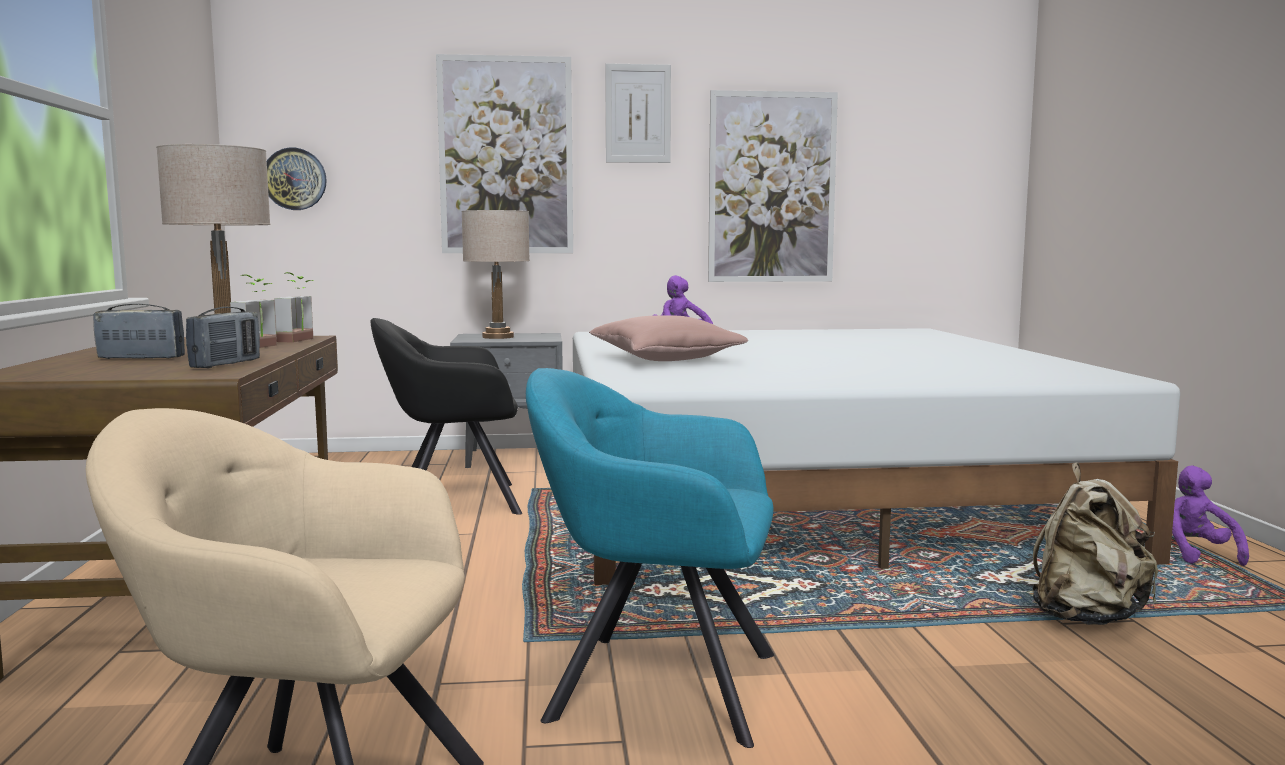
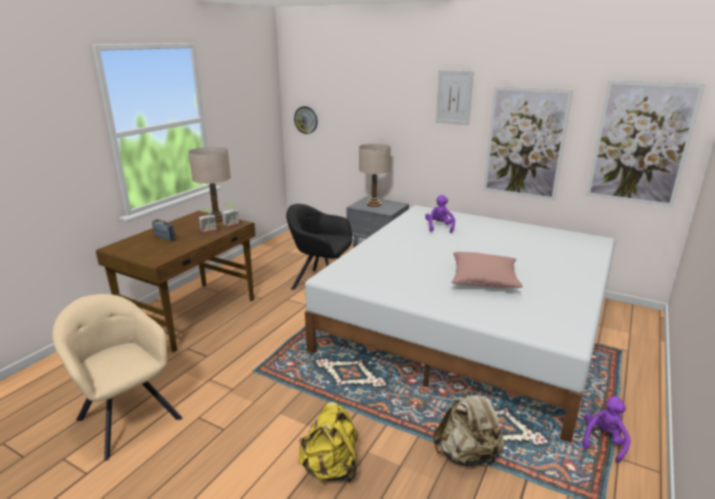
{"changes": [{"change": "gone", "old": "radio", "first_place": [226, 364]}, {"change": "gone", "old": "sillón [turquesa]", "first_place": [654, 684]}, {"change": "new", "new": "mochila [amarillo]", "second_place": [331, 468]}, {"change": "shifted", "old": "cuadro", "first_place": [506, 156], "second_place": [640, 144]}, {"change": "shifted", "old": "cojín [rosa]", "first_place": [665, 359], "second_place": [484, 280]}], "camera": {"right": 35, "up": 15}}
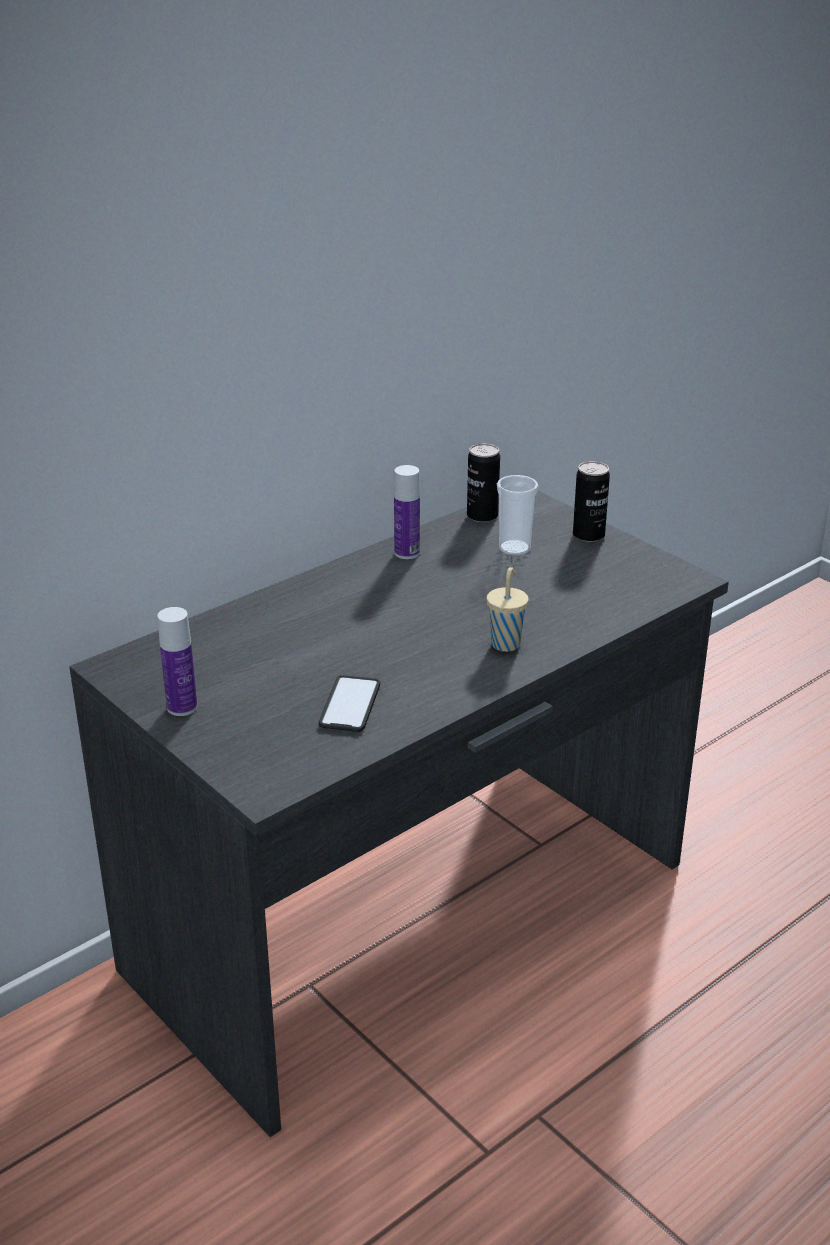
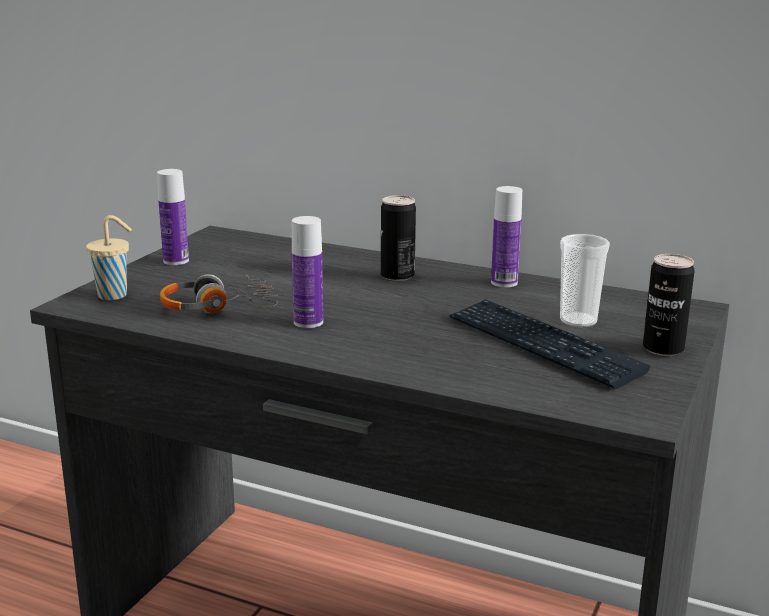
{"changes": [{"change": "new", "new": "botella", "second_place": [308, 322]}, {"change": "new", "new": "teclado", "second_place": [543, 345]}, {"change": "shifted", "old": "lata", "first_place": [482, 516], "second_place": [397, 276]}, {"change": "shifted", "old": "taza [beis]", "first_place": [506, 643], "second_place": [114, 295]}, {"change": "swapped", "old": "móvil", "new": "auriculares", "first_place": [350, 705], "second_place": [219, 308]}], "camera": {"right": 65, "up": -10}}
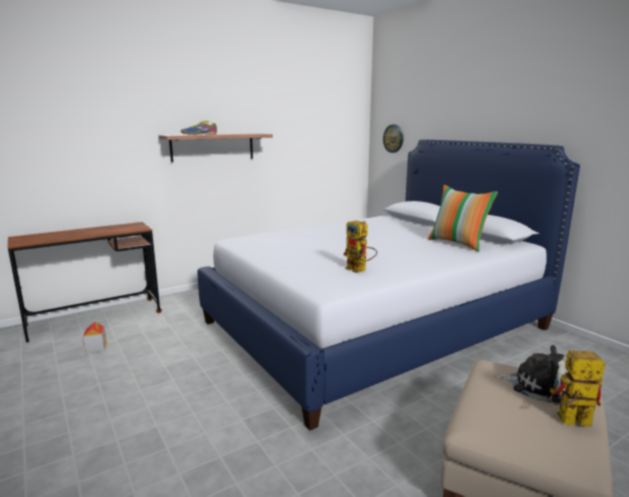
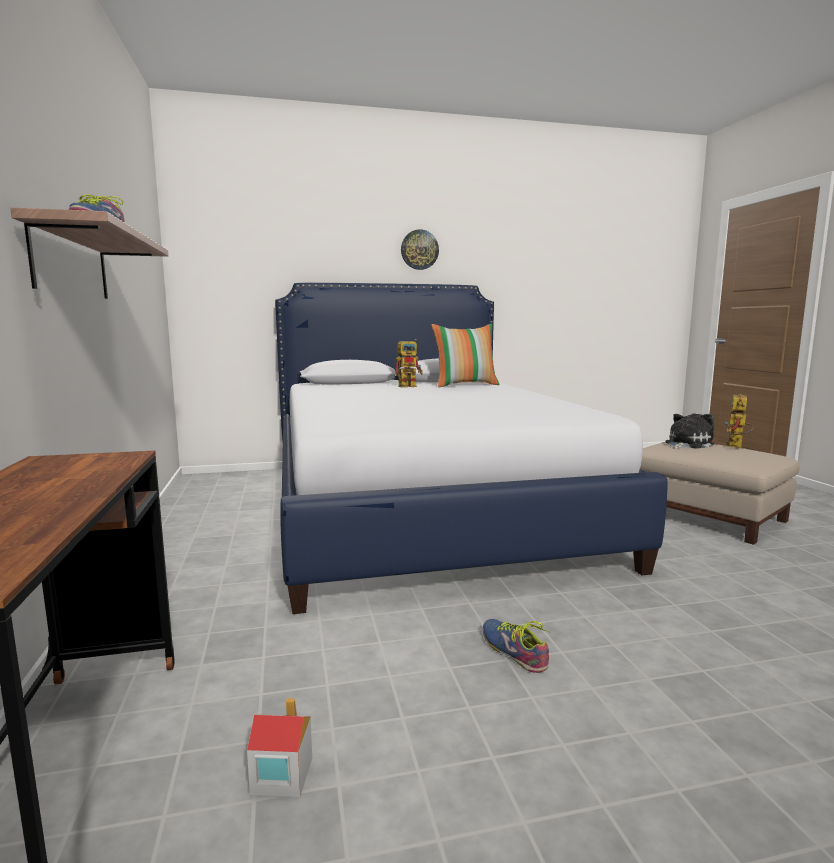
{"changes": [{"change": "new", "new": "zapato", "second_place": [513, 651]}, {"change": "shifted", "old": "robot de juguete", "first_place": [360, 270], "second_place": [410, 386]}, {"change": "shifted", "old": "reloj de pared", "first_place": [393, 138], "second_place": [419, 250]}], "camera": {"right": -70, "up": -5}}
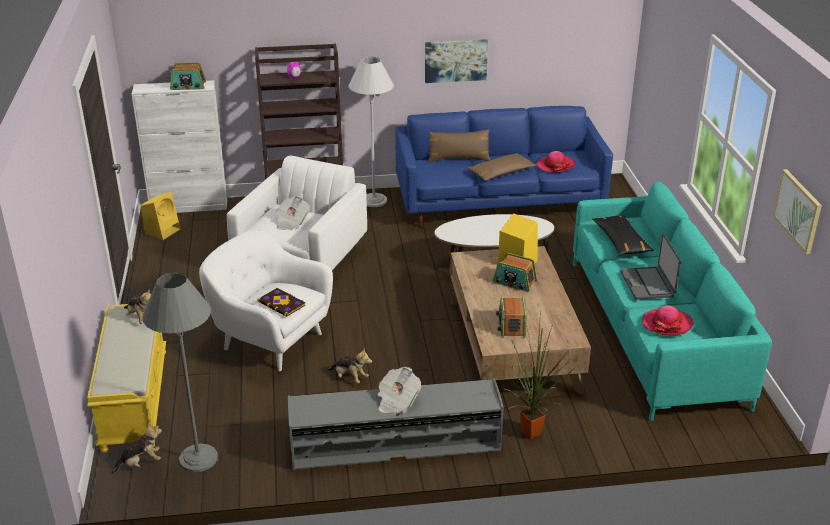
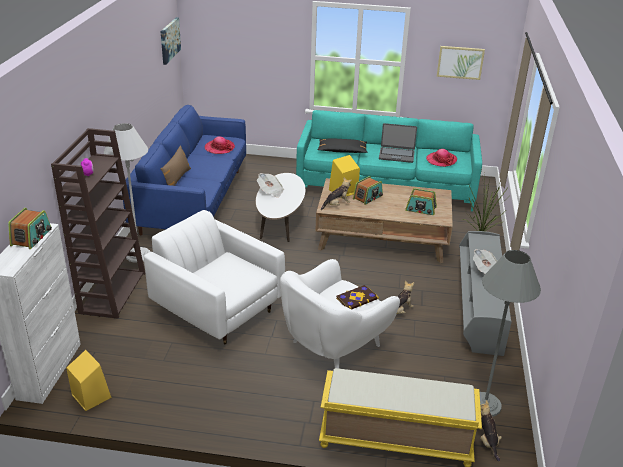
{"changes": [{"change": "gone", "old": "cojín [marrón]", "first_place": [501, 173]}, {"change": "shifted", "old": "peluche", "first_place": [141, 318], "second_place": [336, 205]}, {"change": "shifted", "old": "periódico", "first_place": [291, 222], "second_place": [270, 191]}, {"change": "shifted", "old": "cuadro", "first_place": [455, 60], "second_place": [169, 40]}], "camera": {"right": -75, "up": 0}}
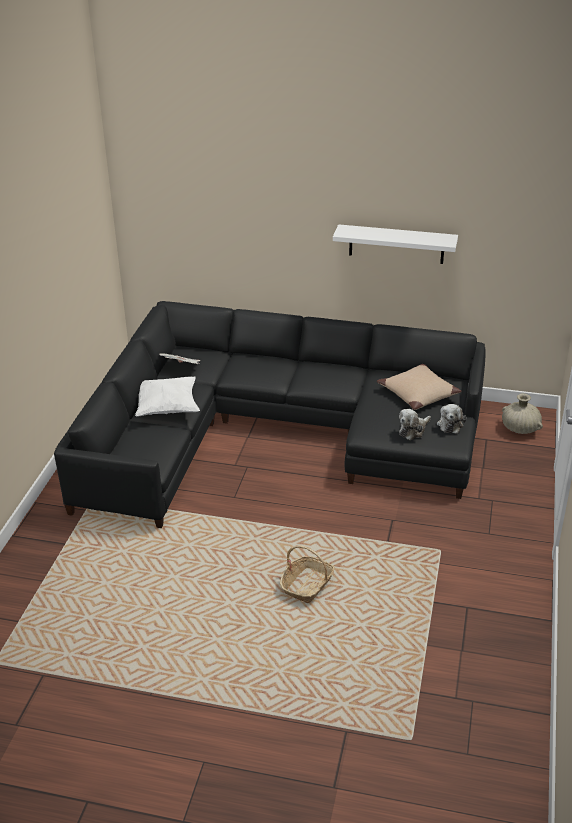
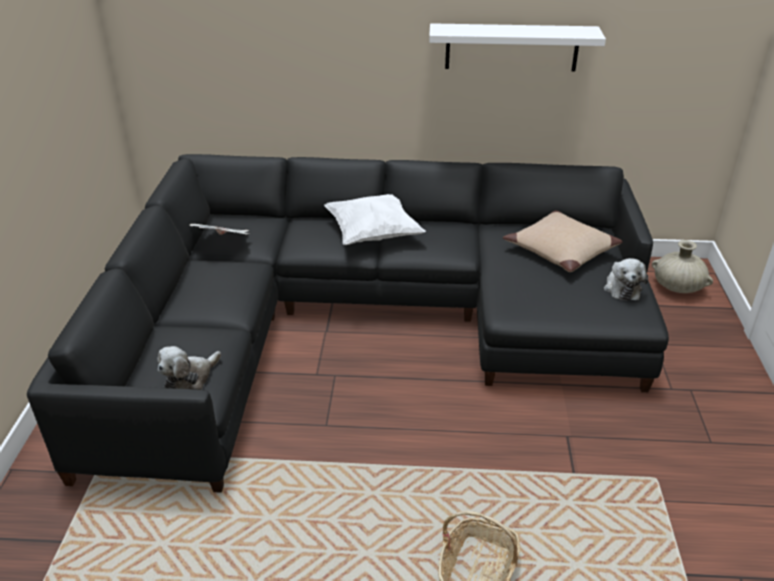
{"changes": [{"change": "shifted", "old": "cojín [blanco]", "first_place": [167, 408], "second_place": [373, 234]}, {"change": "shifted", "old": "peluche", "first_place": [413, 430], "second_place": [190, 379]}], "camera": {"right": -10, "up": 0}}
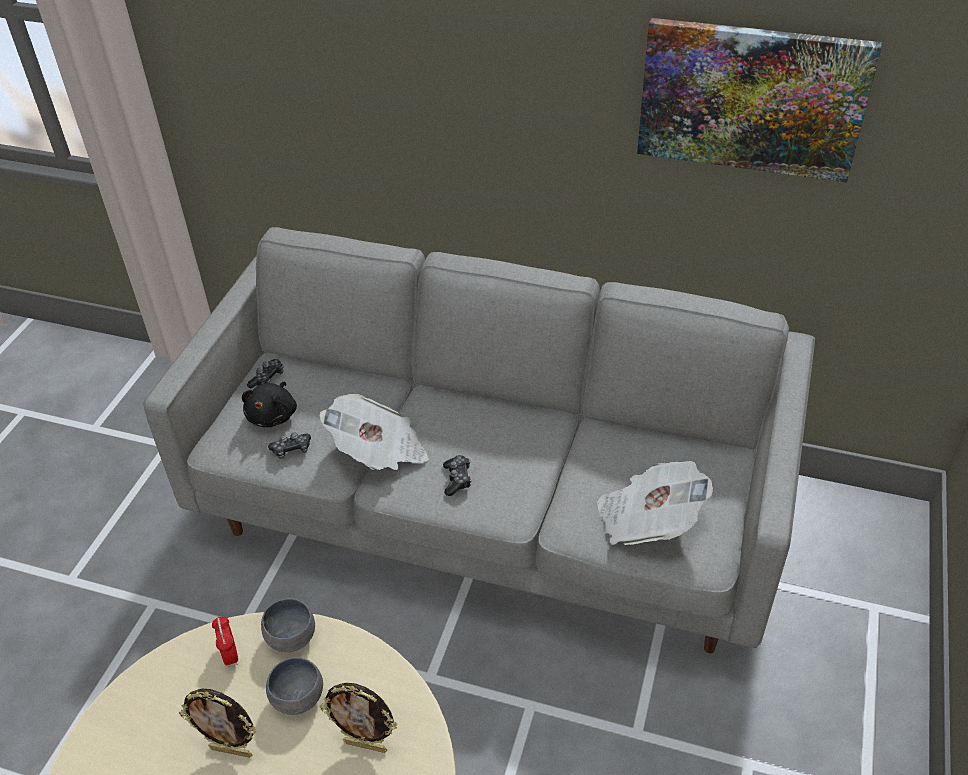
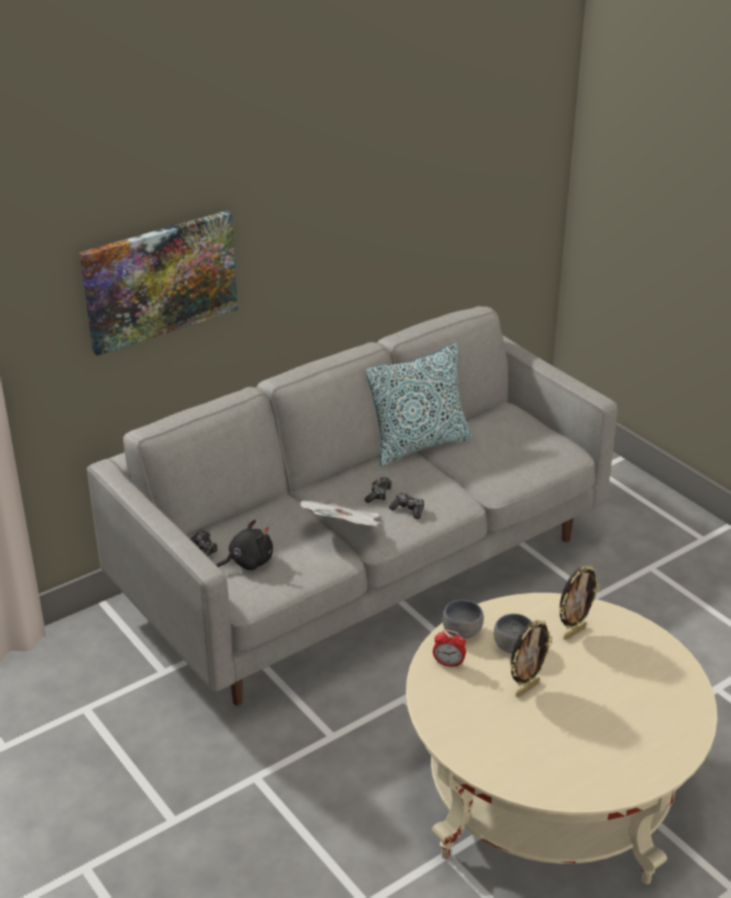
{"changes": [{"change": "gone", "old": "periódico", "first_place": [648, 520]}, {"change": "new", "new": "cojín", "second_place": [419, 445]}, {"change": "shifted", "old": "mando de consola", "first_place": [291, 449], "second_place": [379, 494]}, {"change": "shifted", "old": "cuadro", "first_place": [751, 98], "second_place": [160, 280]}, {"change": "rotated", "old": "peluche [negro]", "first_place": [273, 415], "second_place": [247, 562], "degrees": -75}], "camera": {"right": -55, "up": -10}}
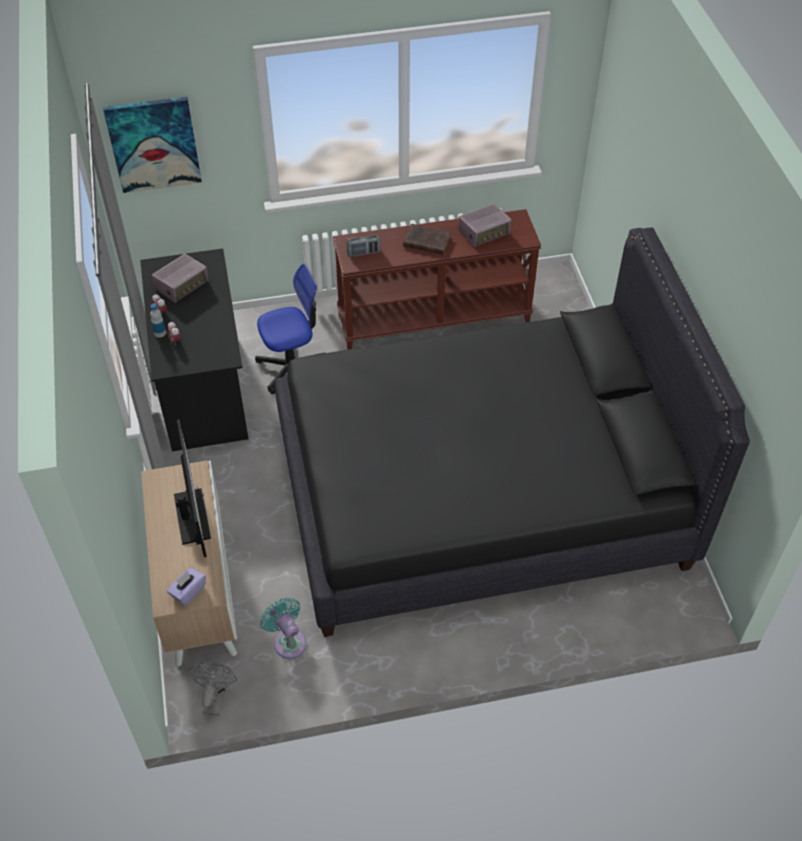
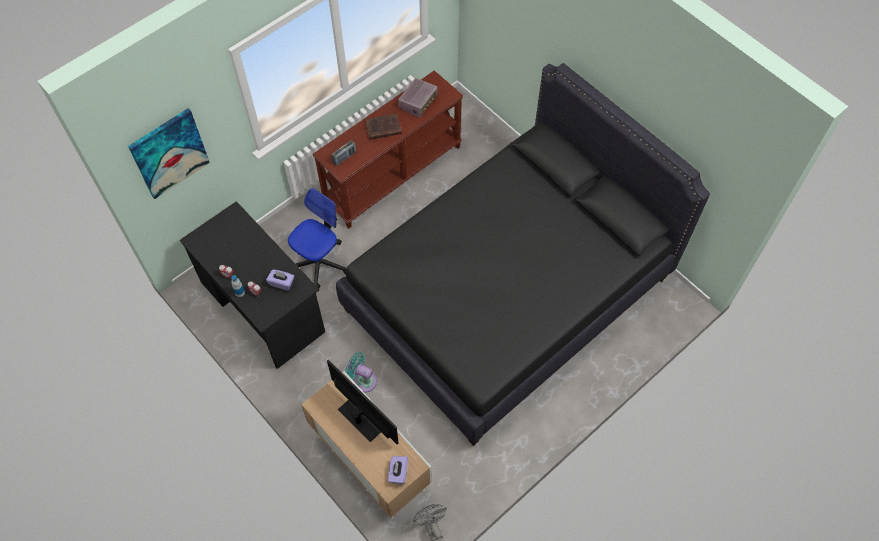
{"changes": [{"change": "gone", "old": "radio", "first_place": [182, 285]}, {"change": "new", "new": "caja de pañuelos [morado]", "second_place": [281, 283]}, {"change": "shifted", "old": "ventilador [turquesa]", "first_place": [288, 641], "second_place": [362, 380]}], "camera": {"right": -30, "up": 10}}
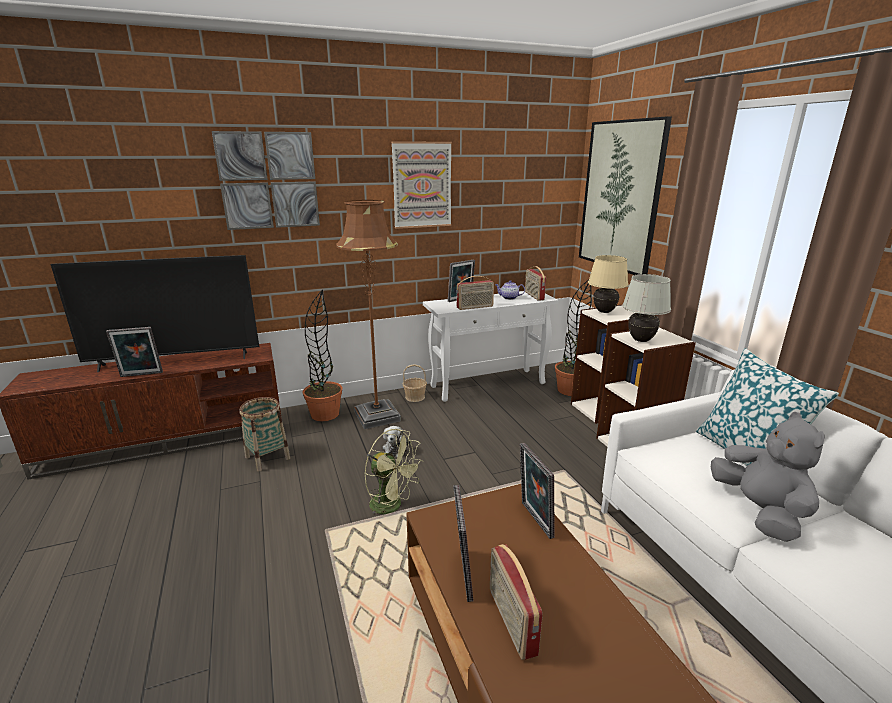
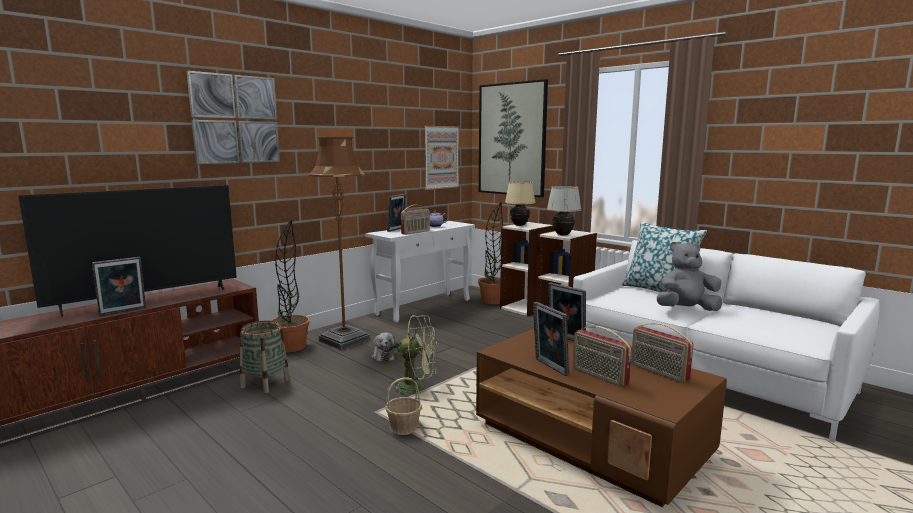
{"changes": [{"change": "shifted", "old": "cuadro", "first_place": [422, 185], "second_place": [441, 157]}, {"change": "shifted", "old": "cesta", "first_place": [415, 397], "second_place": [404, 427]}, {"change": "shifted", "old": "radio", "first_place": [533, 296], "second_place": [658, 372]}, {"change": "rotated", "old": "peluche [gris]", "first_place": [759, 511], "second_place": [686, 310], "degrees": -60}], "camera": {"right": -25, "up": -10}}
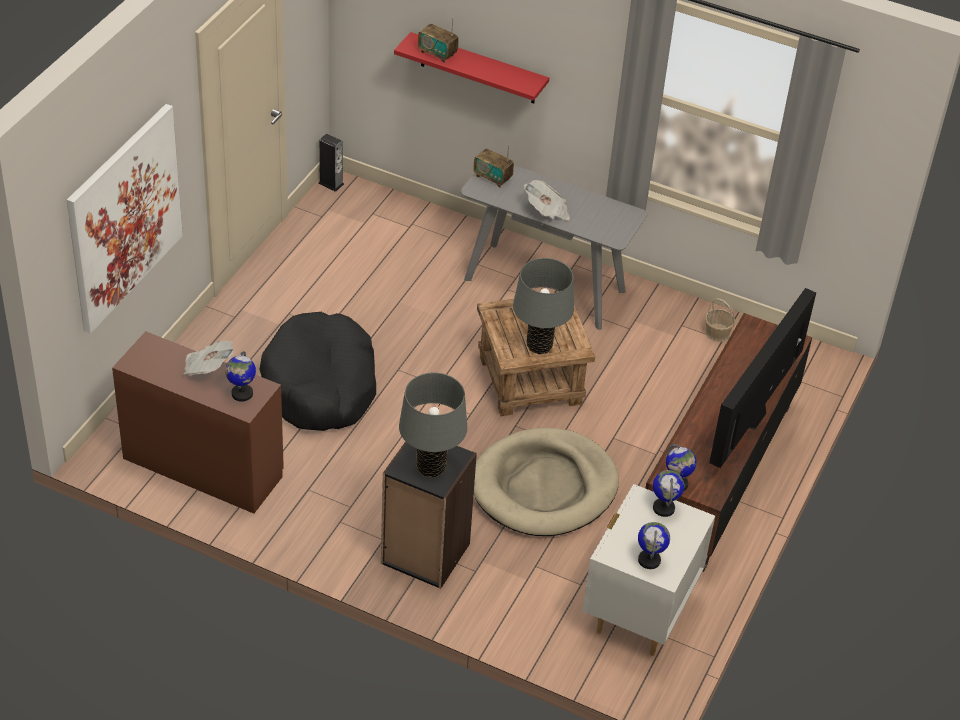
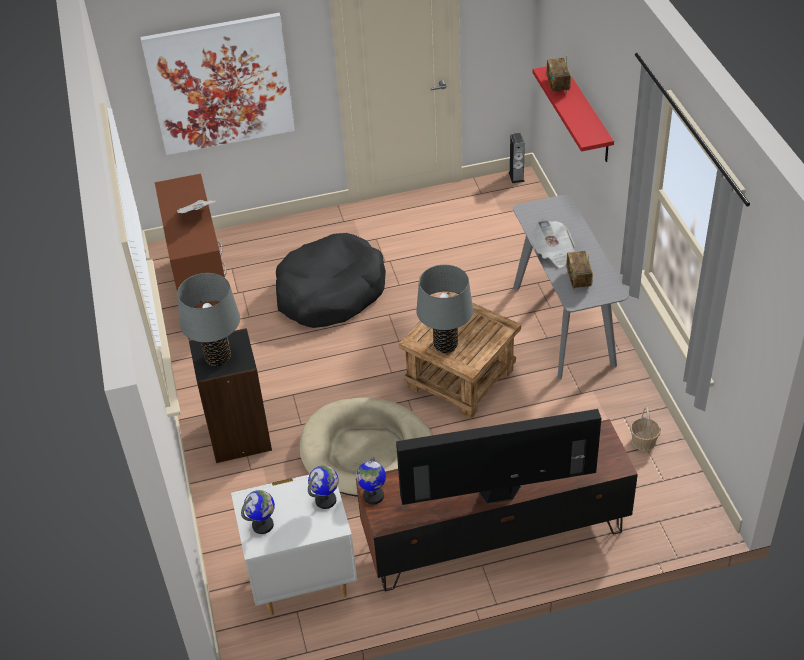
{"changes": [{"change": "gone", "old": "globo terráqueo", "first_place": [242, 394]}, {"change": "shifted", "old": "radio", "first_place": [492, 178], "second_place": [578, 279]}], "camera": {"right": 55, "up": 0}}
